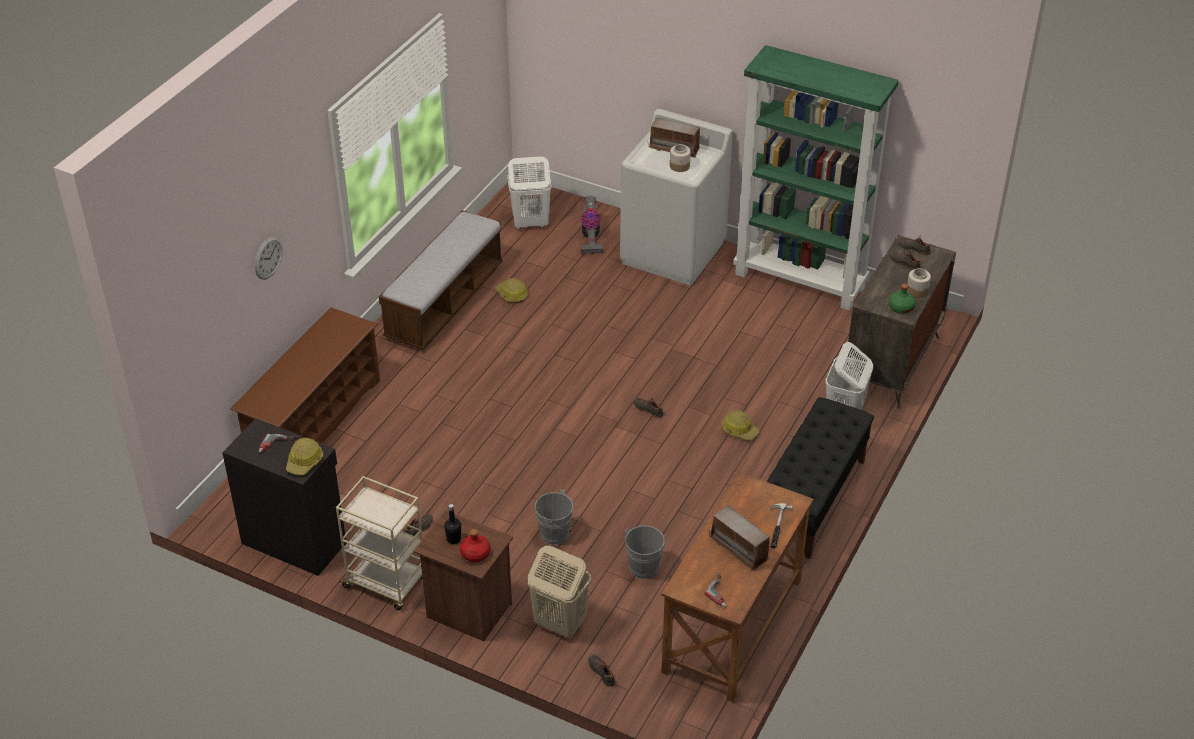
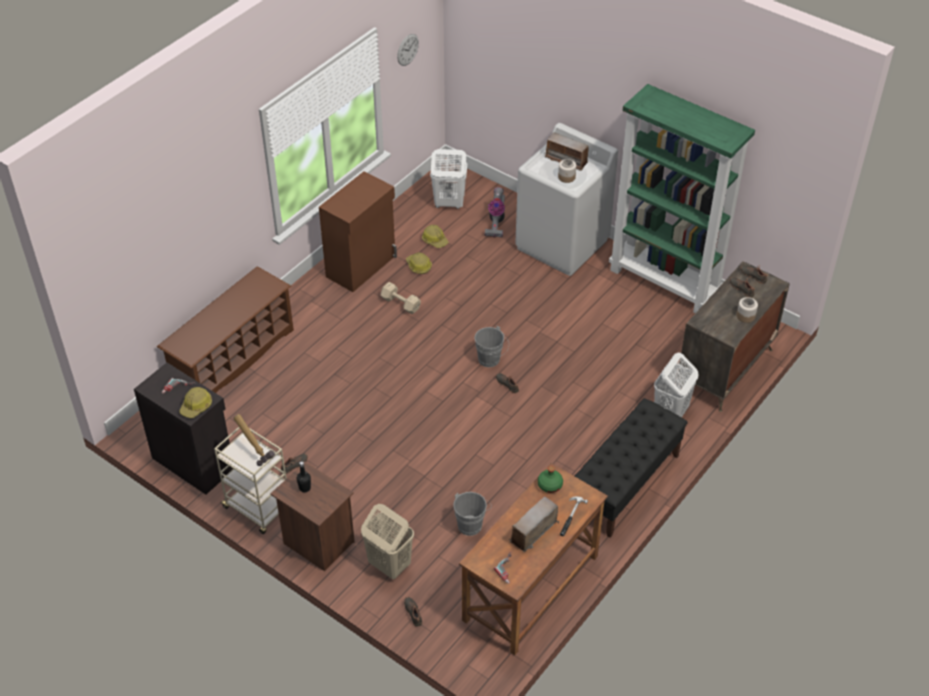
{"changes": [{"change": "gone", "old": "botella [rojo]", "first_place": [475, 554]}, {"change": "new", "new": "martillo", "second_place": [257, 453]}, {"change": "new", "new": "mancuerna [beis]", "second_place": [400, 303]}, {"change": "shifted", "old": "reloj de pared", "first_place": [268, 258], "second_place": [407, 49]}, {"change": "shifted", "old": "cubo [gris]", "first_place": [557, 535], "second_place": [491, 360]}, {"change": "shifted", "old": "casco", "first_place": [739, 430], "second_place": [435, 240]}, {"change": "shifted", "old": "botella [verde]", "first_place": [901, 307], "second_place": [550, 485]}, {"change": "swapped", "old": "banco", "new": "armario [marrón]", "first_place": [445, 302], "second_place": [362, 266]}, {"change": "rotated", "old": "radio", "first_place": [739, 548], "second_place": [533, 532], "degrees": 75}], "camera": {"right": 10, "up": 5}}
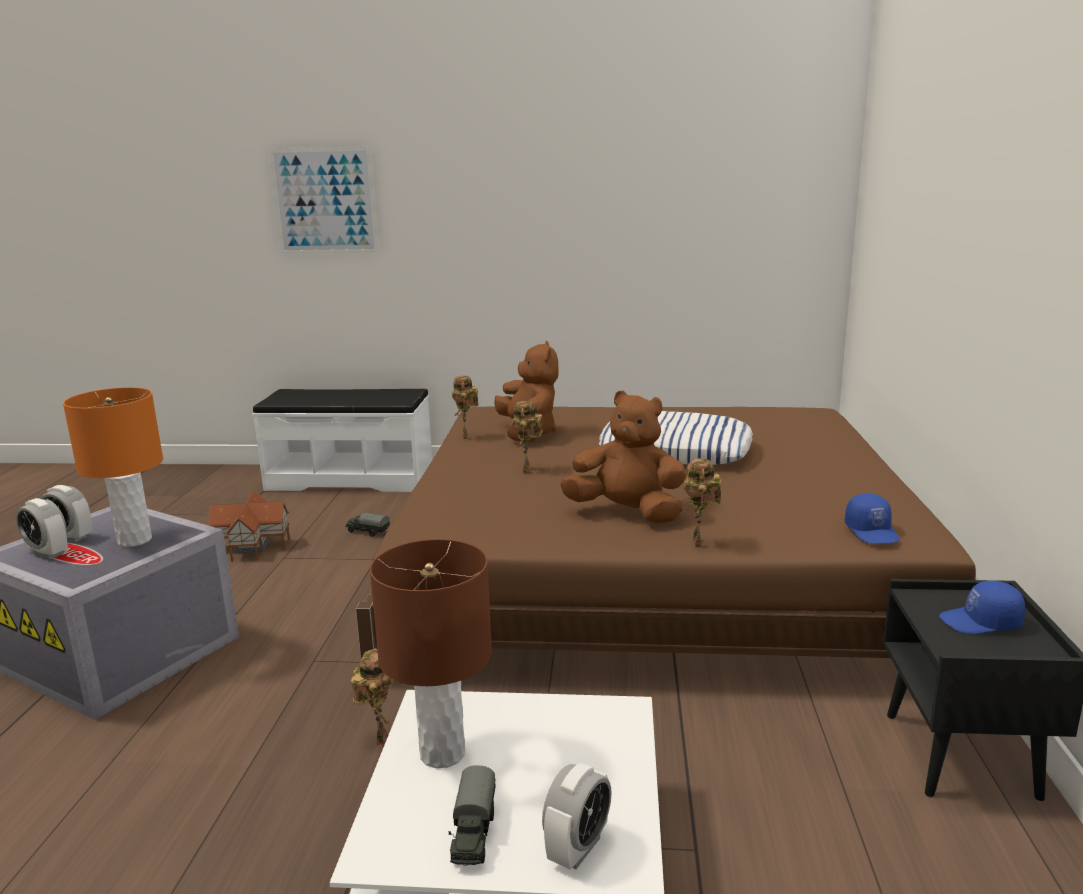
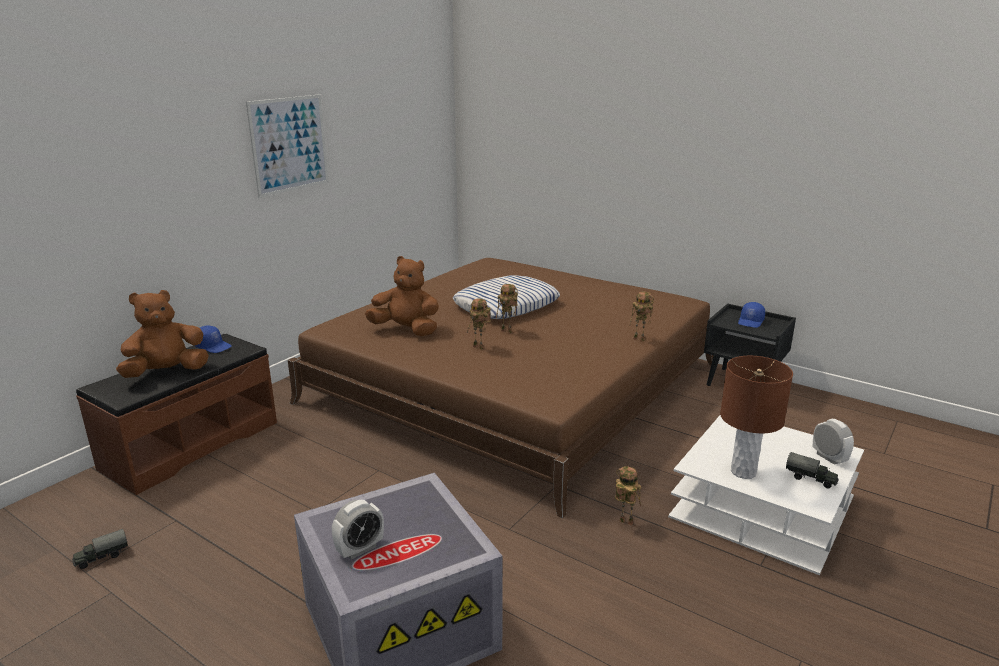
{"changes": [{"change": "gone", "old": "despertador", "first_place": [48, 553]}, {"change": "gone", "old": "lámpara de mesa [naranja]", "first_place": [134, 540]}, {"change": "gone", "old": "casita", "first_place": [254, 545]}, {"change": "shifted", "old": "cuadro", "first_place": [325, 201], "second_place": [289, 144]}, {"change": "shifted", "old": "camión de juguete", "first_place": [367, 532], "second_place": [101, 557]}, {"change": "shifted", "old": "robot de juguete", "first_place": [467, 437], "second_place": [507, 331]}, {"change": "shifted", "old": "peluche [marrón]", "first_place": [627, 513], "second_place": [166, 372]}, {"change": "shifted", "old": "gorra [azul]", "first_place": [872, 532], "second_place": [214, 346]}, {"change": "repainted", "old": "banco [blanco]", "new": "banco [marrón]", "first_place": [351, 478], "second_place": [190, 445]}], "camera": {"right": -60, "up": 5}}
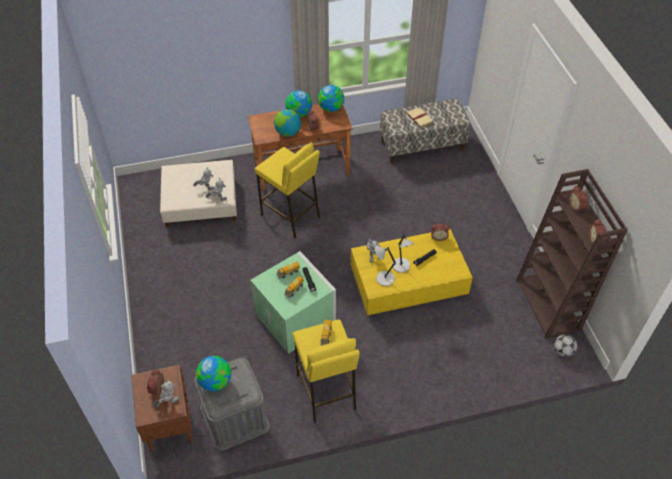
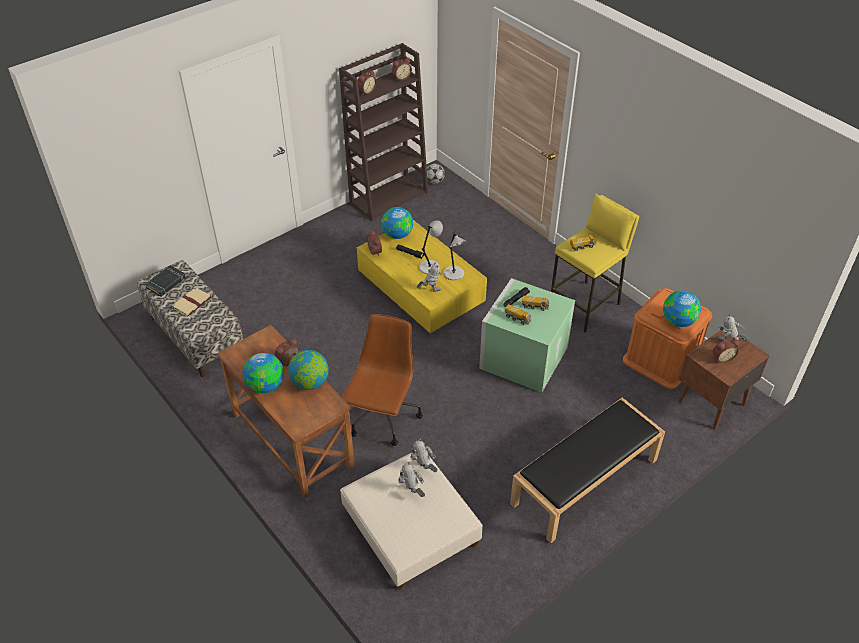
{"changes": [{"change": "new", "new": "libro [negro]", "second_place": [166, 283]}, {"change": "new", "new": "banco [negro]", "second_place": [584, 482]}, {"change": "shifted", "old": "globo terráqueo", "first_place": [331, 108], "second_place": [397, 235]}, {"change": "swapped", "old": "taburete [amarillo]", "new": "silla de oficina [marrón]", "first_place": [290, 216], "second_place": [383, 418]}, {"change": "repainted", "old": "caja de almacenaje [gris]", "new": "caja de almacenaje [naranja]", "first_place": [234, 417], "second_place": [661, 359]}], "camera": {"right": -115, "up": -5}}
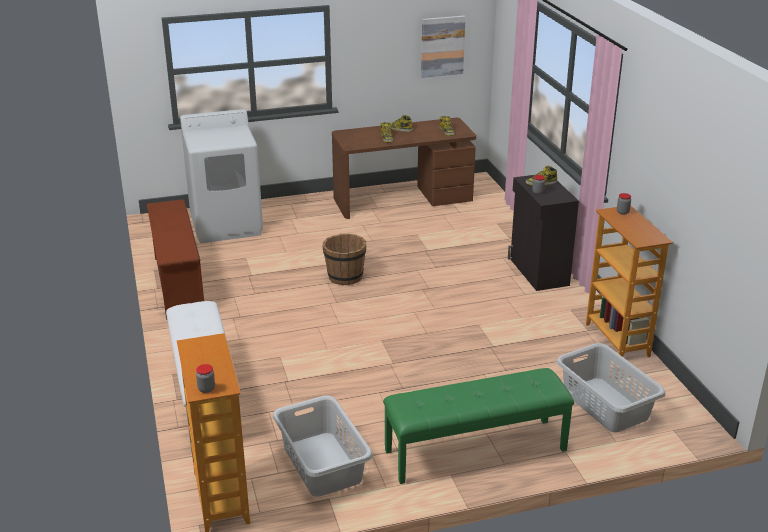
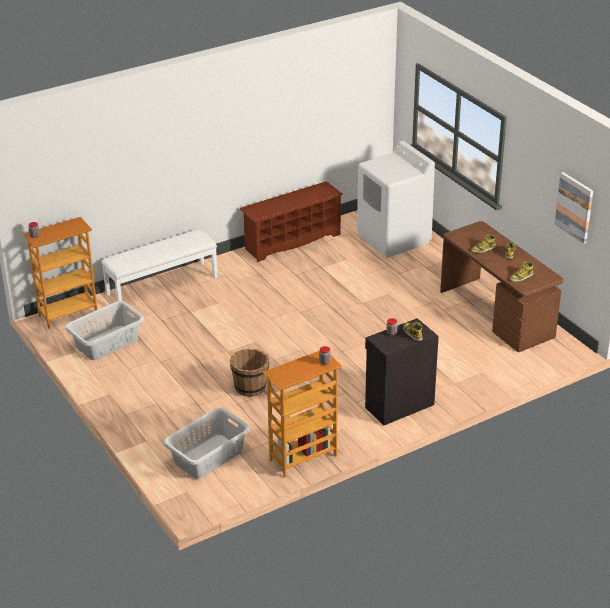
{"changes": [{"change": "gone", "old": "banco [verde]", "first_place": [475, 451]}, {"change": "shifted", "old": "cubo [marrón]", "first_place": [345, 277], "second_place": [250, 387]}], "camera": {"right": 75, "up": 5}}
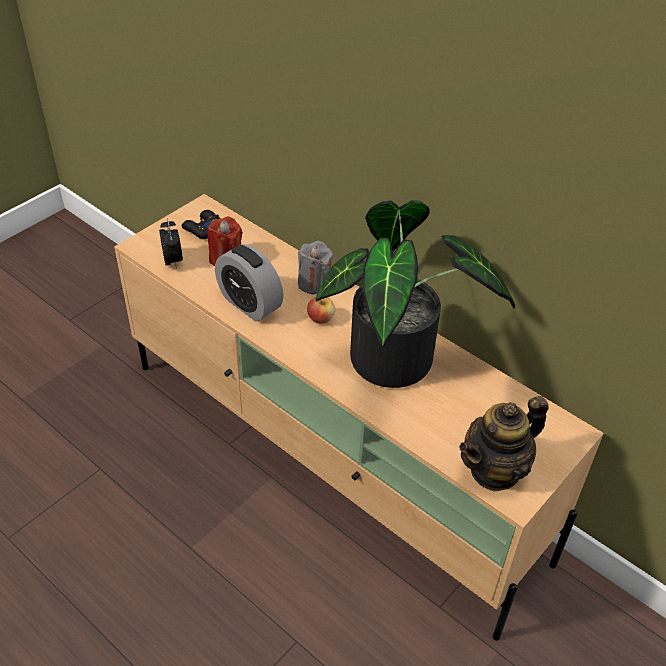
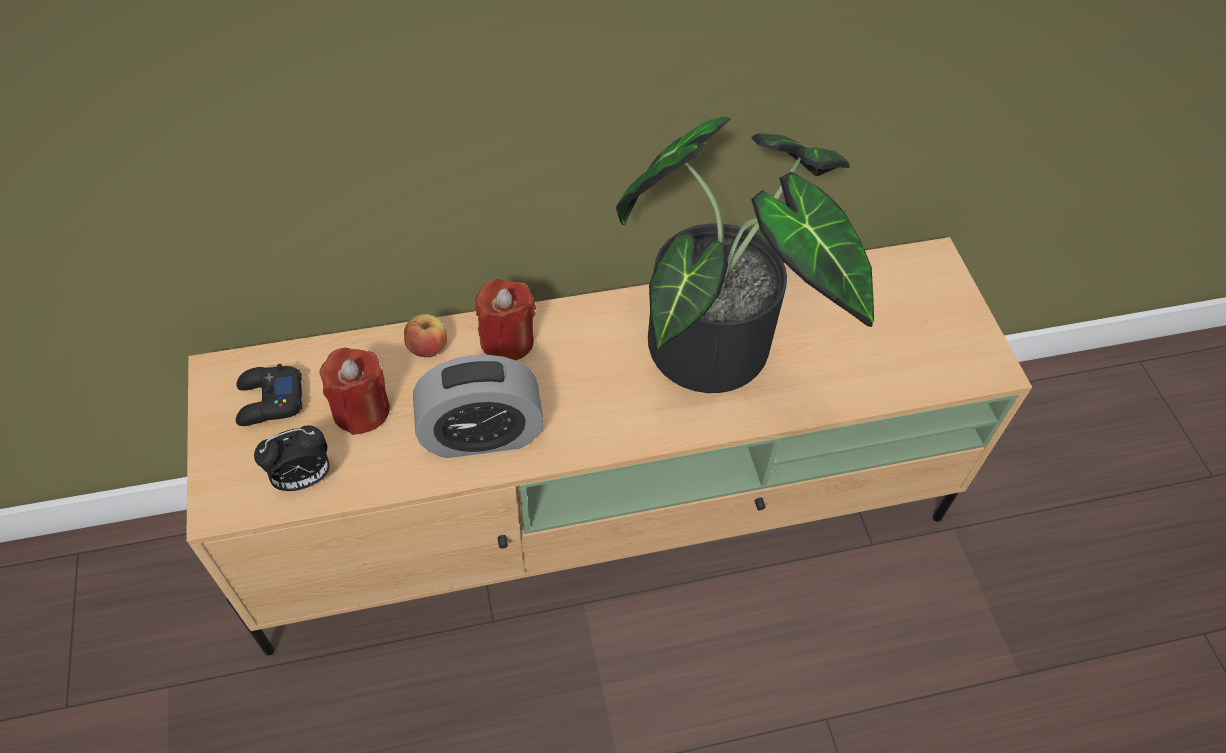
{"changes": [{"change": "gone", "old": "tetera", "first_place": [495, 470]}, {"change": "shifted", "old": "manzana", "first_place": [321, 319], "second_place": [427, 347]}, {"change": "repainted", "old": "vela [gris]", "new": "vela [rojo]", "first_place": [314, 283], "second_place": [507, 340]}, {"change": "rotated", "old": "despertador", "first_place": [173, 261], "second_place": [303, 479], "degrees": 135}], "camera": {"right": -55, "up": 10}}
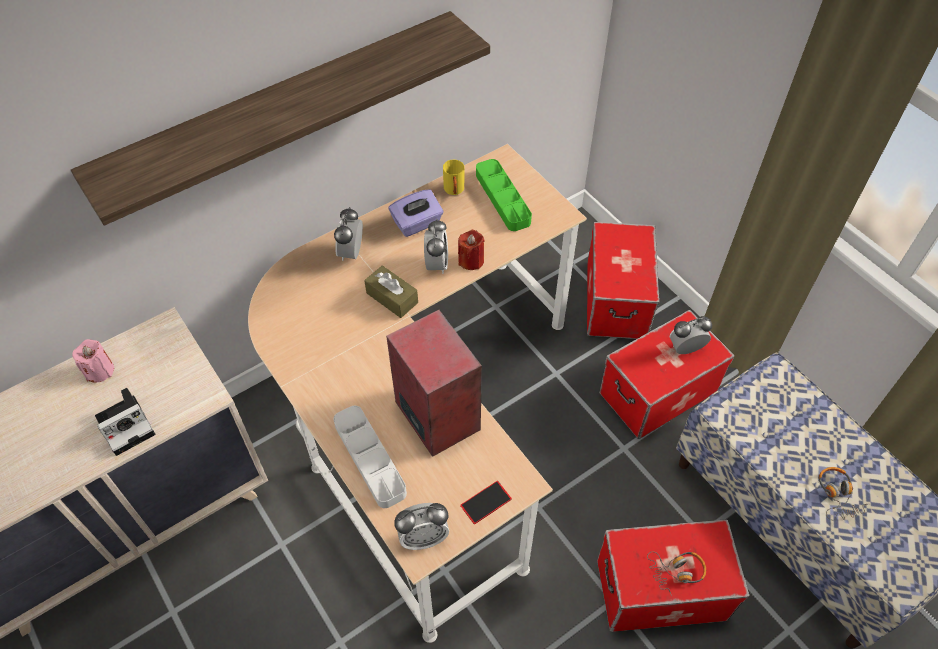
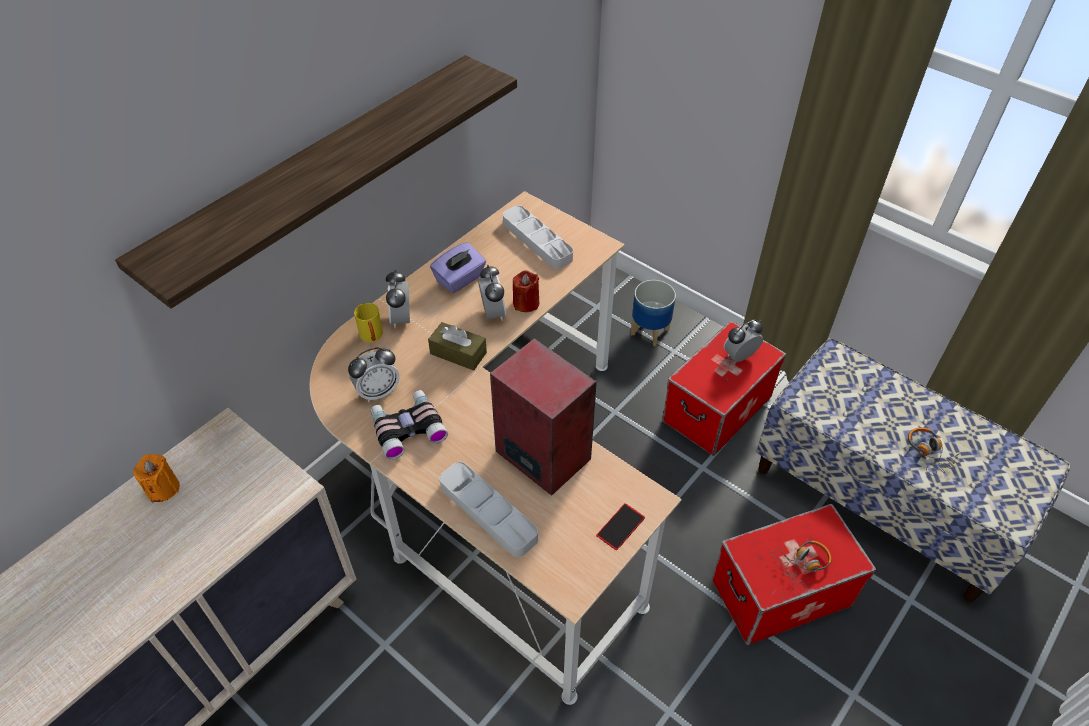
{"changes": [{"change": "gone", "old": "cámara", "first_place": [128, 424]}, {"change": "new", "new": "prismáticos", "second_place": [407, 427]}, {"change": "shifted", "old": "despertador", "first_place": [423, 537], "second_place": [378, 391]}, {"change": "shifted", "old": "taza grande [amarillo]", "first_place": [454, 191], "second_place": [372, 337]}, {"change": "swapped", "old": "caja de almacenaje", "new": "maceta", "first_place": [615, 299], "second_place": [649, 331]}, {"change": "repainted", "old": "vela [rosa]", "new": "vela [naranja]", "first_place": [99, 370], "second_place": [163, 488]}, {"change": "repainted", "old": "bandeja [verde]", "new": "bandeja [gris]", "first_place": [502, 198], "second_place": [537, 241]}], "camera": {"right": -15, "up": -5}}
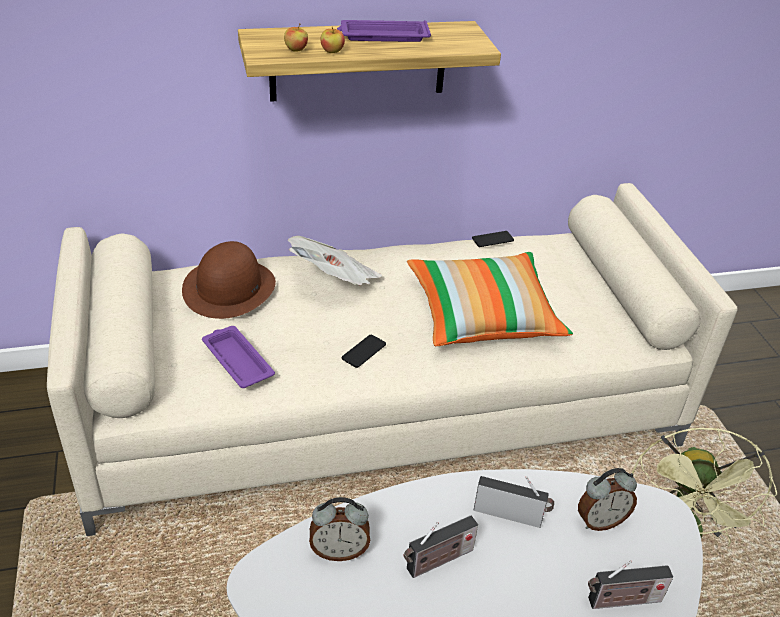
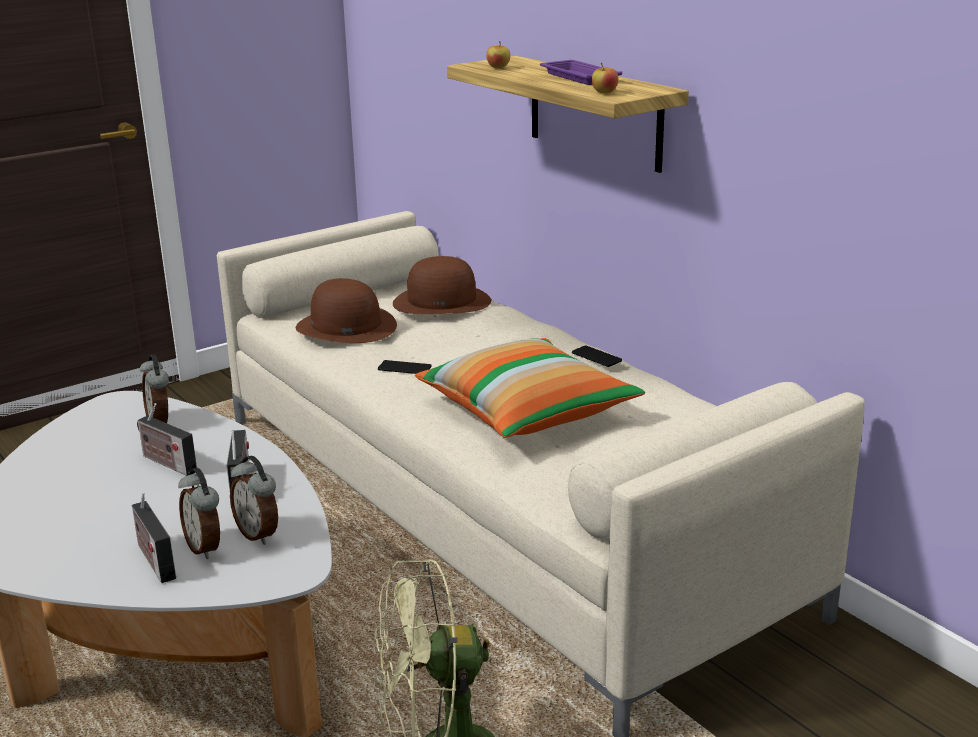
{"changes": [{"change": "gone", "old": "periódico", "first_place": [335, 281]}, {"change": "new", "new": "despertador", "second_place": [205, 547]}, {"change": "shifted", "old": "manzana", "first_place": [332, 51], "second_place": [604, 93]}, {"change": "shifted", "old": "móvil", "first_place": [492, 239], "second_place": [596, 357]}, {"change": "swapped", "old": "bandeja [morado]", "new": "sombrero [marrón]", "first_place": [237, 360], "second_place": [345, 326]}], "camera": {"right": 70, "up": -15}}
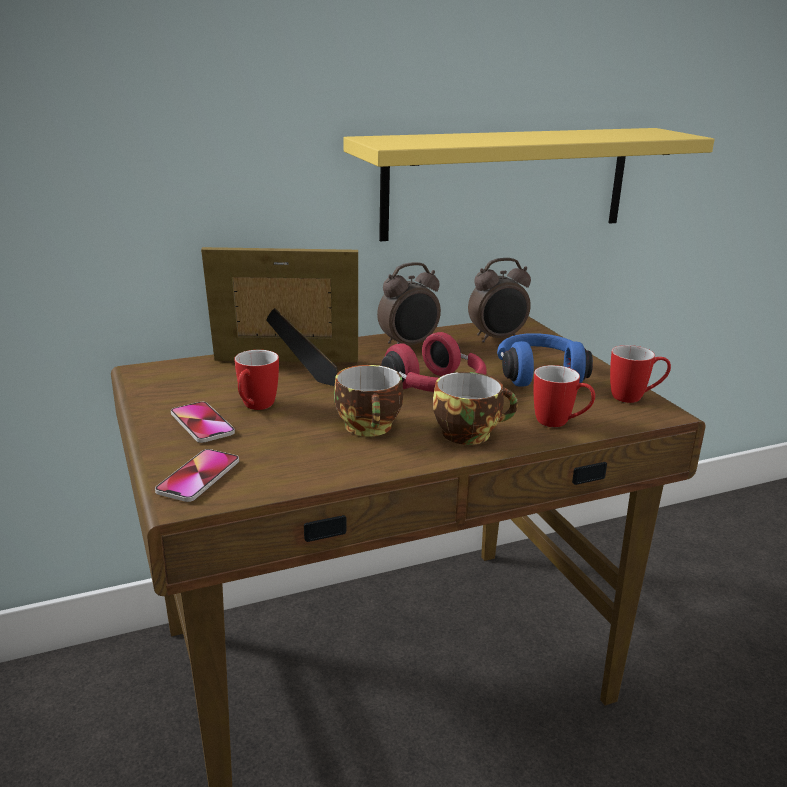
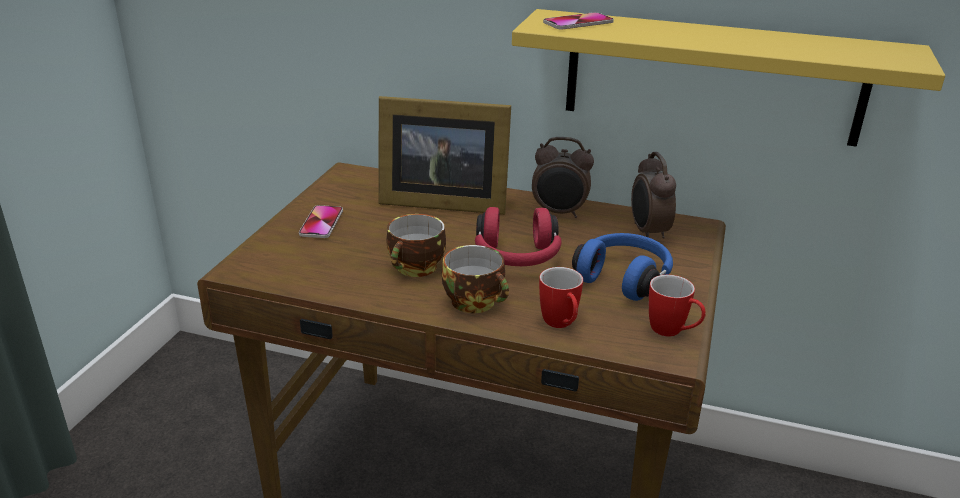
{"changes": [{"change": "gone", "old": "taza grande", "first_place": [255, 407]}, {"change": "shifted", "old": "móvil", "first_place": [198, 477], "second_place": [578, 23]}, {"change": "rotated", "old": "portarretratos", "first_place": [289, 367], "second_place": [440, 201], "degrees": 150}, {"change": "rotated", "old": "despertador", "first_place": [497, 339], "second_place": [647, 232], "degrees": 60}], "camera": {"right": 40, "up": 5}}
